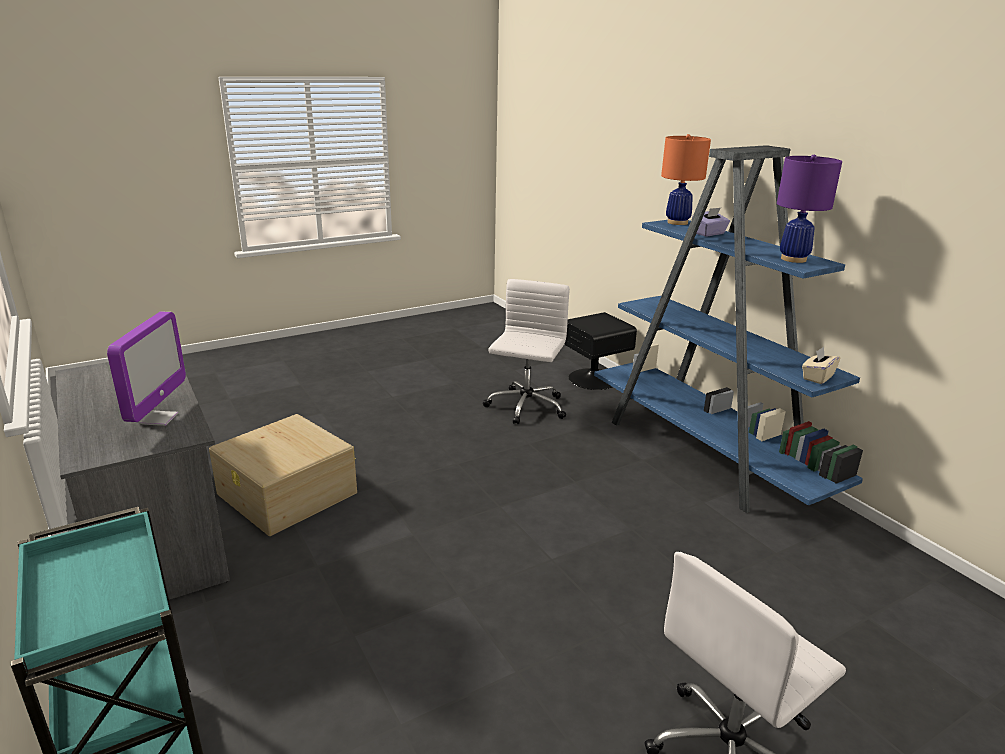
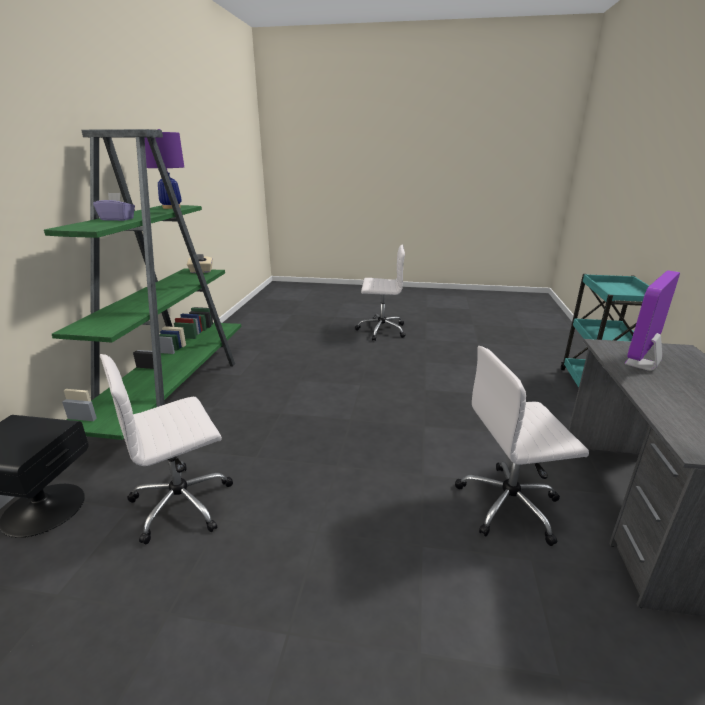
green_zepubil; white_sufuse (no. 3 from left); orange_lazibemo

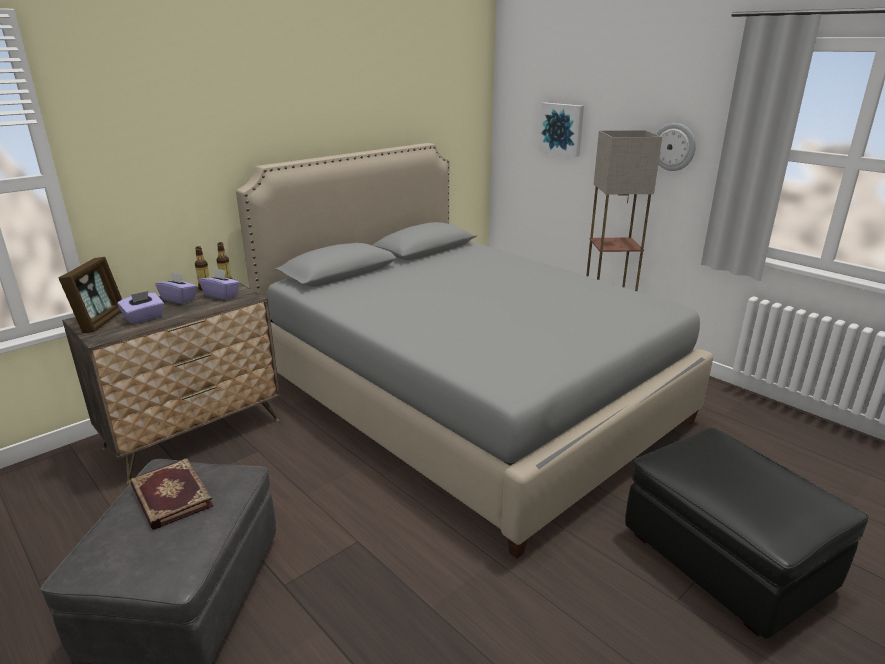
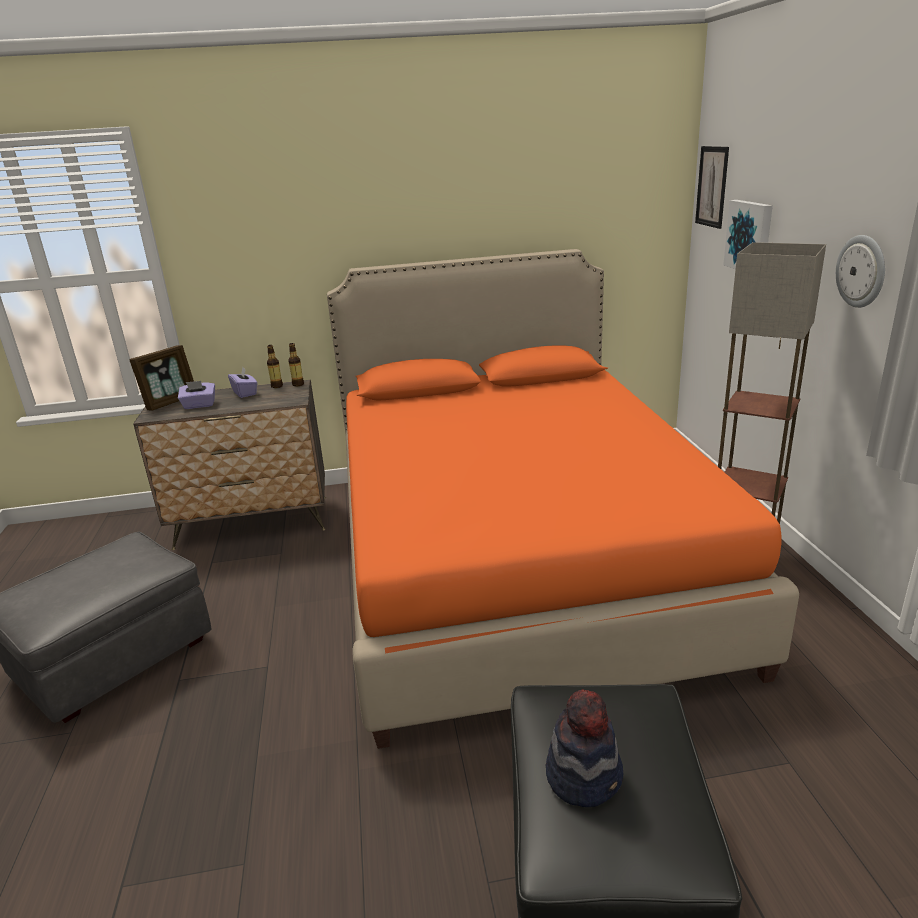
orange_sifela; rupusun; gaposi (no. 1 from left); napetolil; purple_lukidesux (no. 3 from left in the first image)

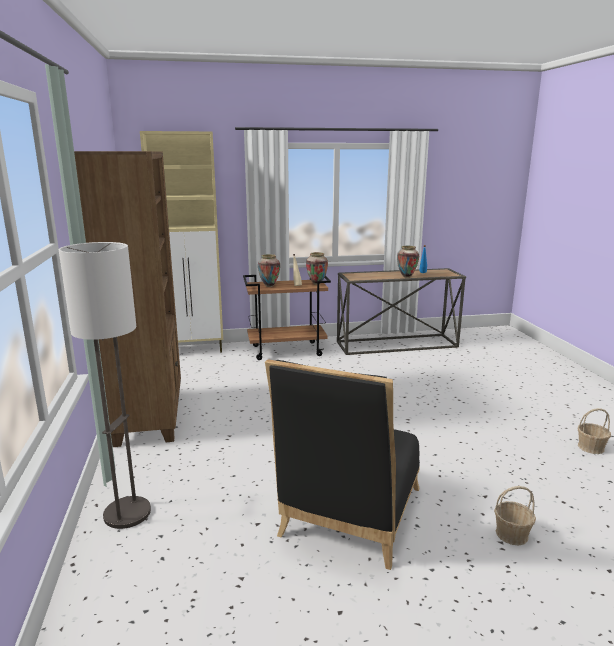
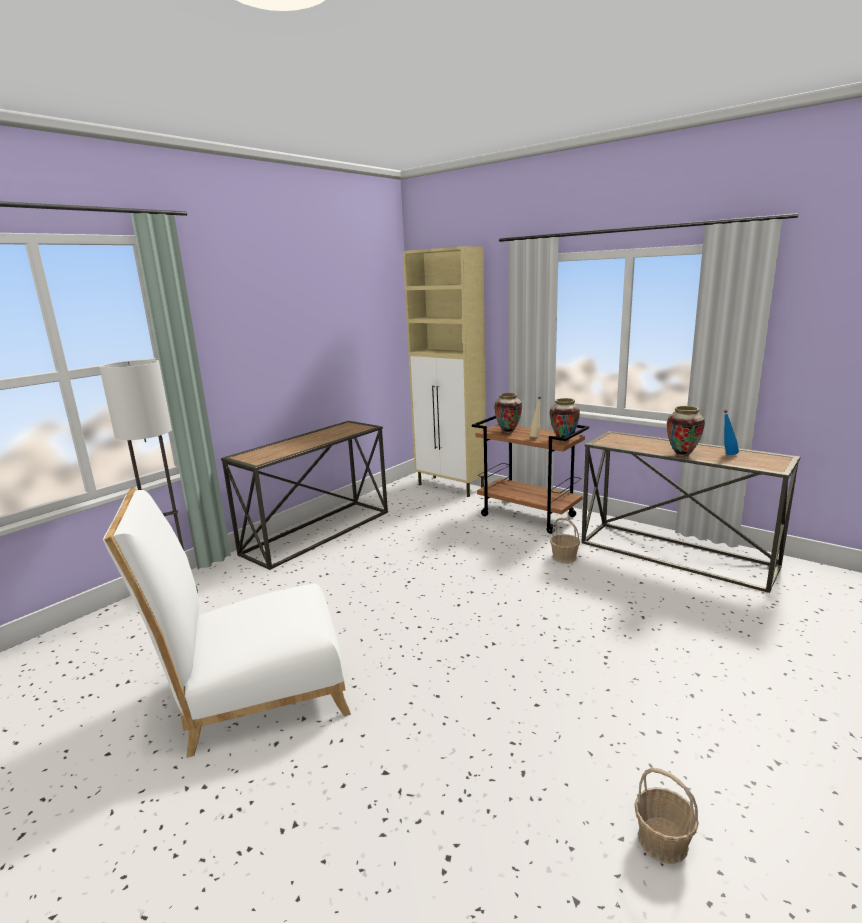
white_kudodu; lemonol (no. 1 from left); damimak (no. 1 from left)

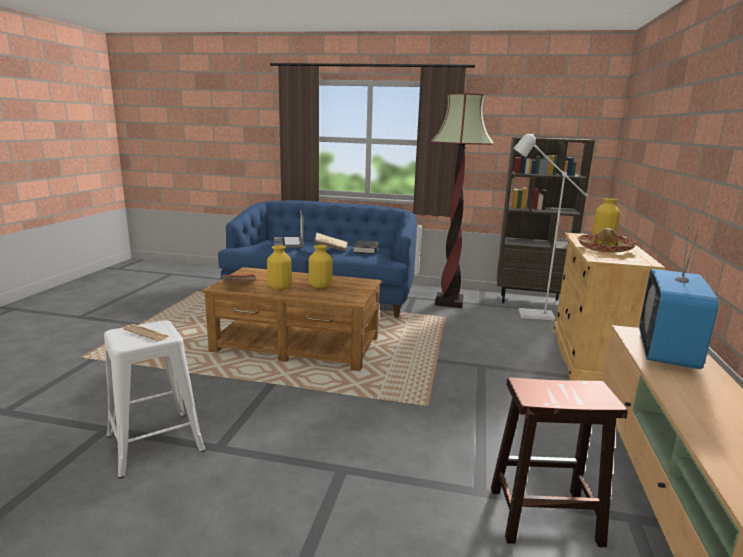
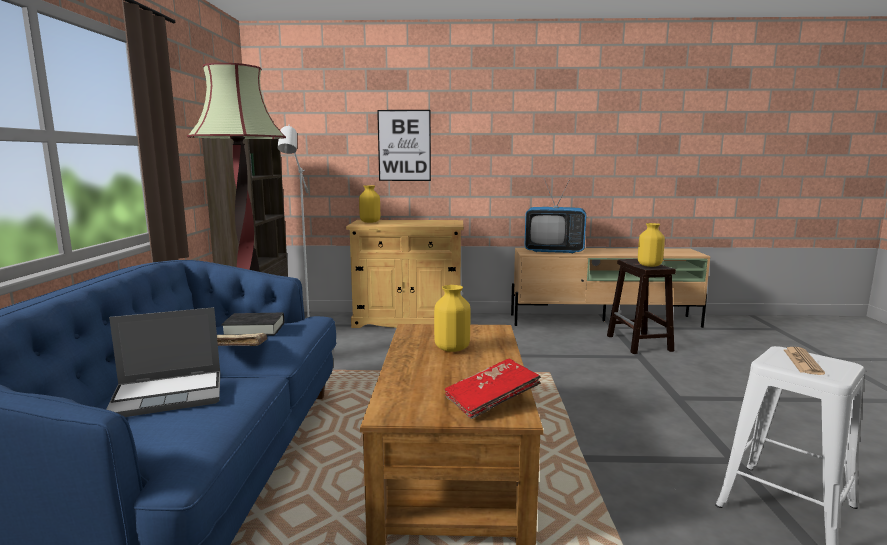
gaposi; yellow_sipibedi (no. 3 from left); rupusun

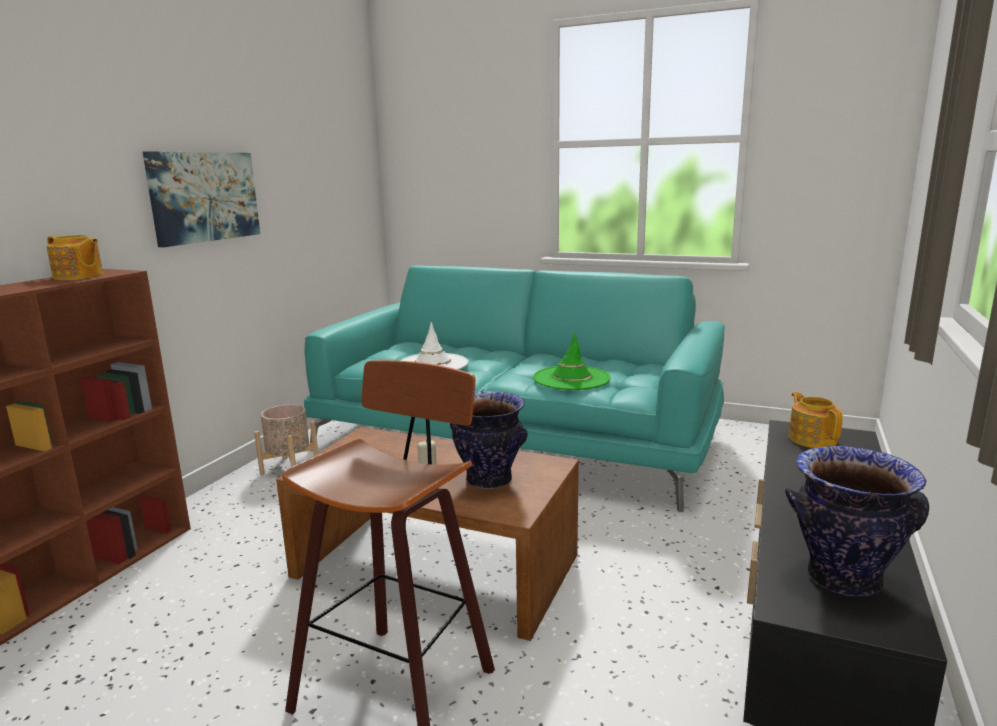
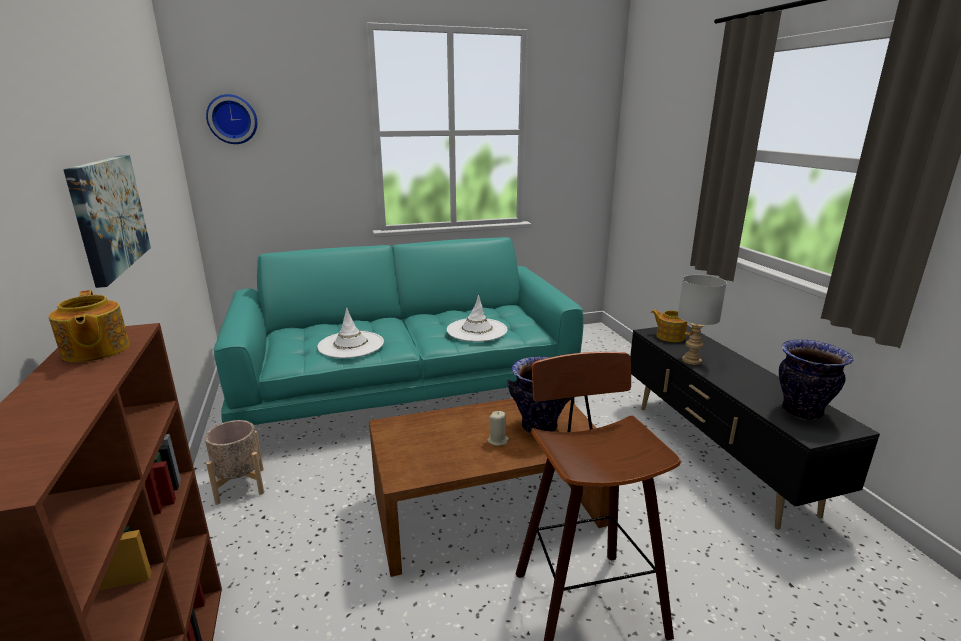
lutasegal (no. 1 from left); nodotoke; white_rupusun (no. 2 from left); grey_lazibemo

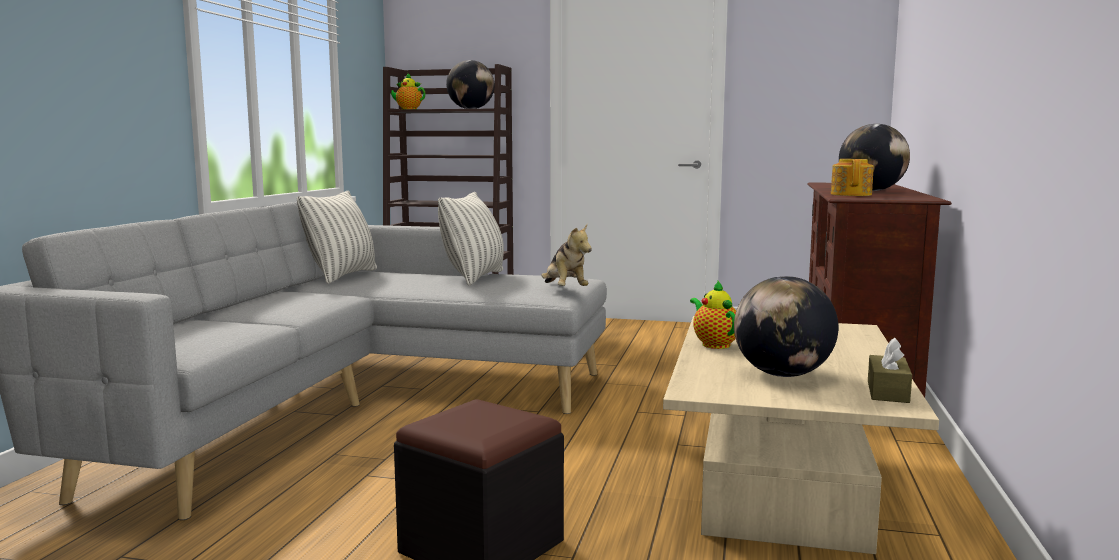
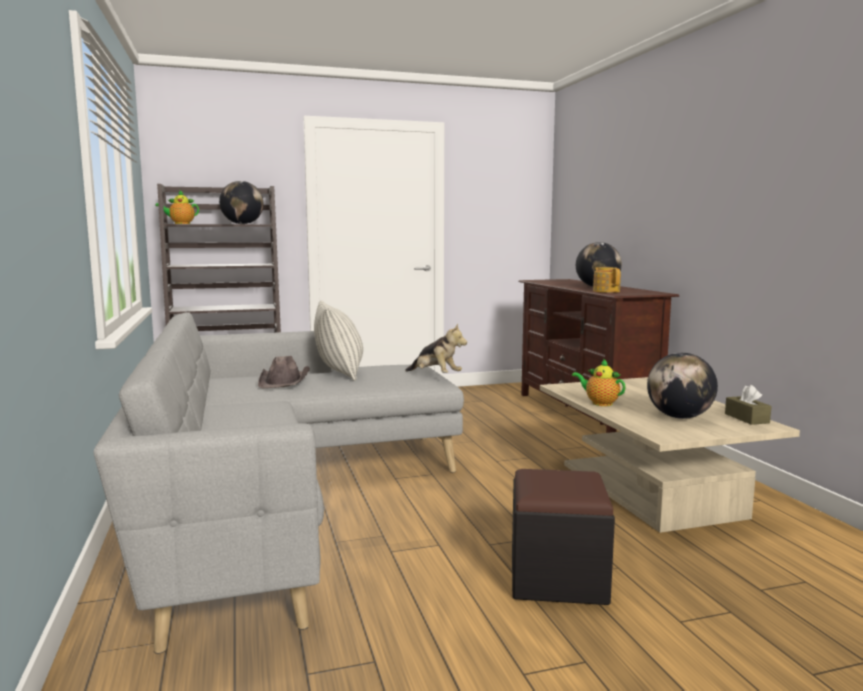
brown_rupusun; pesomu (no. 1 from left in the first image)

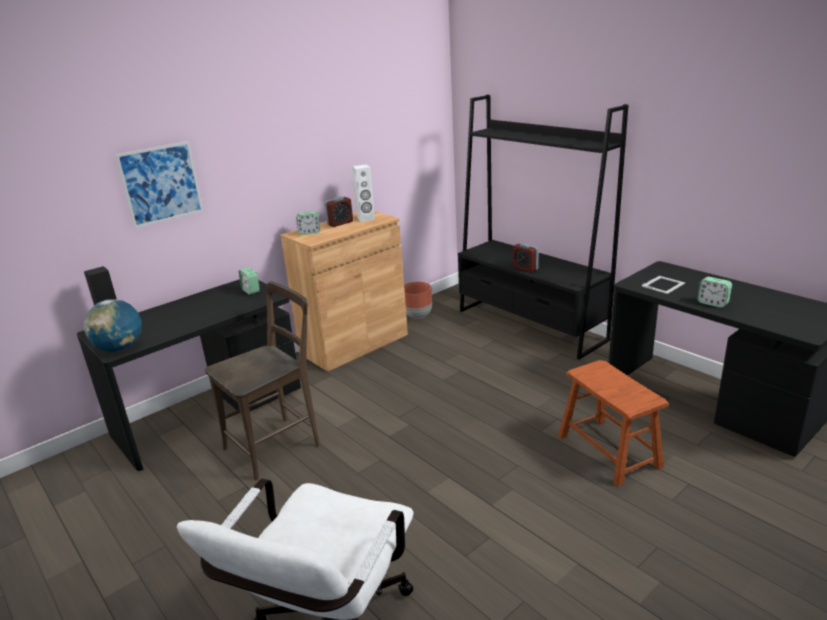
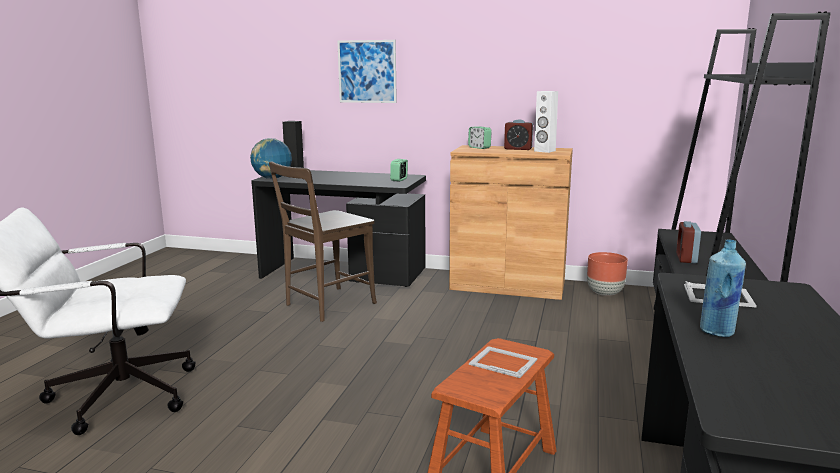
brown_kudodu; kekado (no. 1 from left); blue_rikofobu

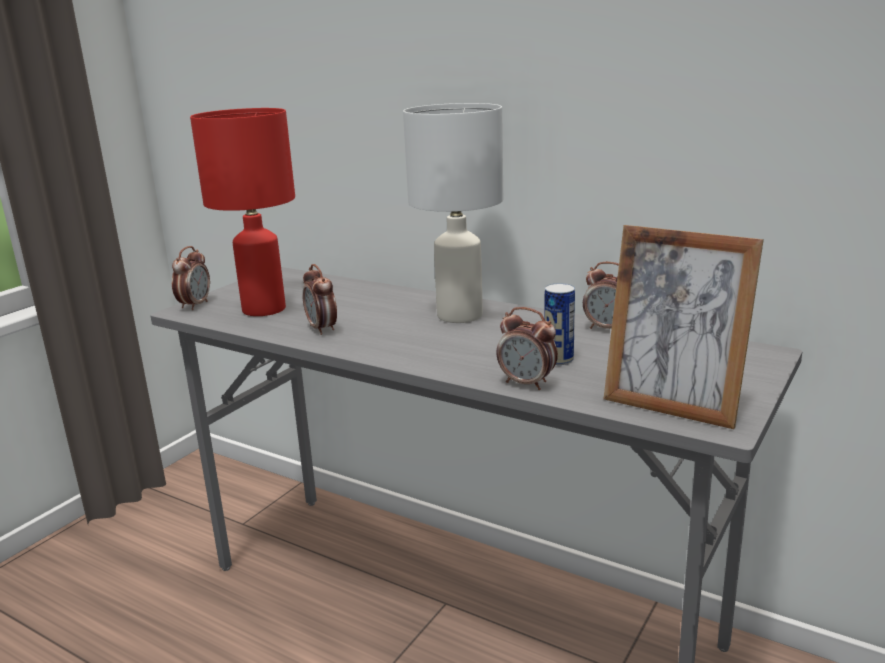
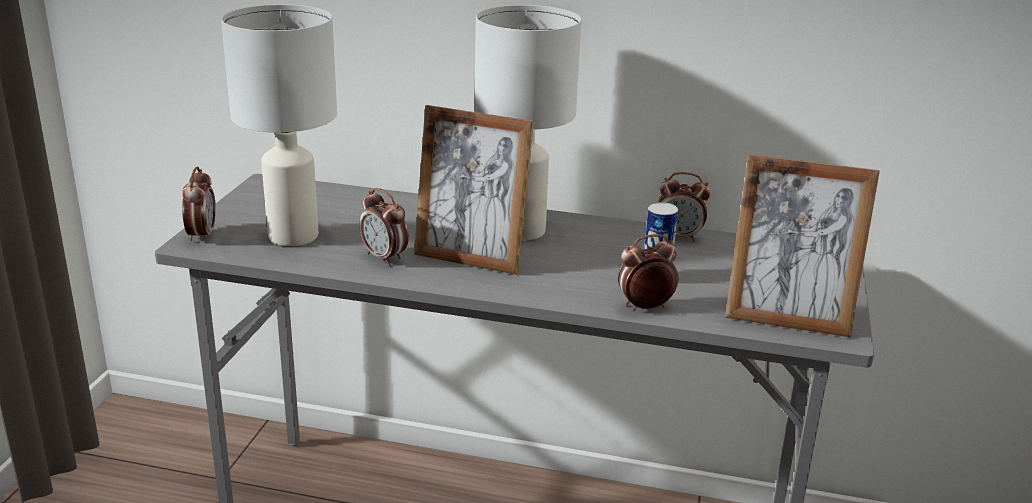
white_lazibemo (no. 1 from left); kekado (no. 1 from left); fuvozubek (no. 3 from left)

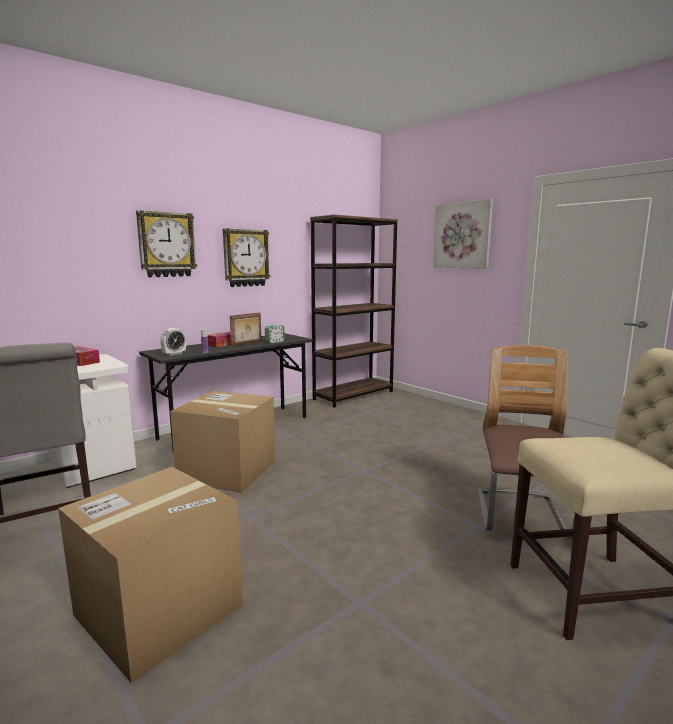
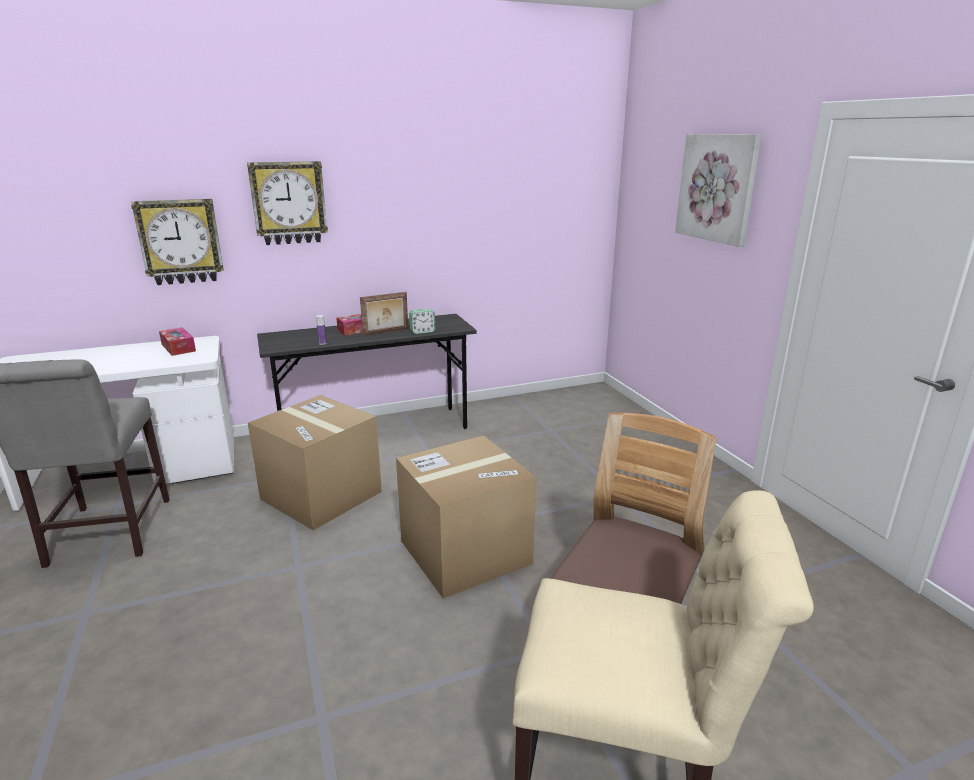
nodotoke (no. 1 from left); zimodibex (no. 2 from left); fuvozubek (no. 1 from left in the first image); brown_zepubil

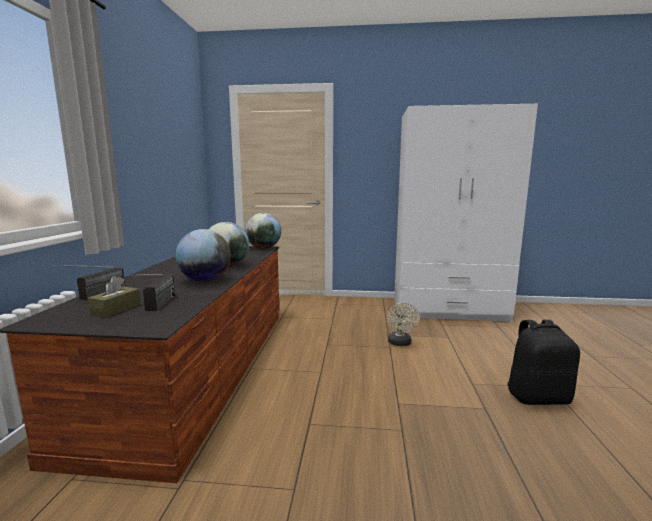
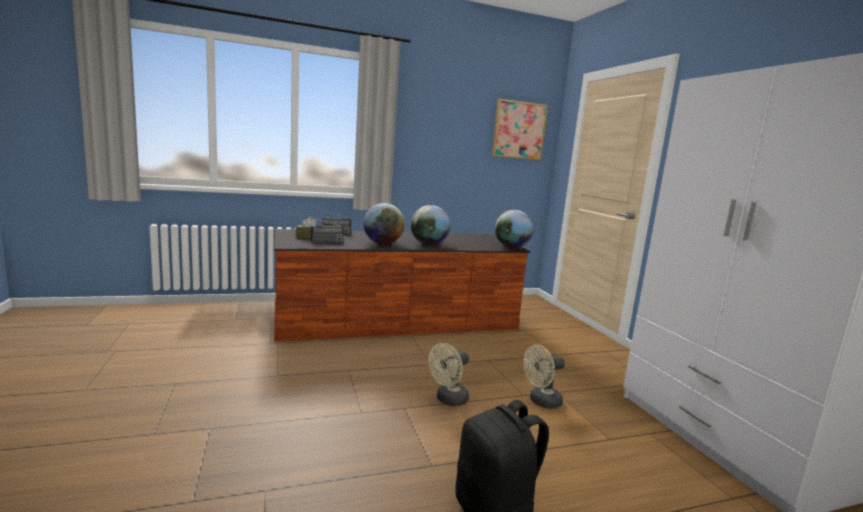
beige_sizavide (no. 1 from left); gaposi

